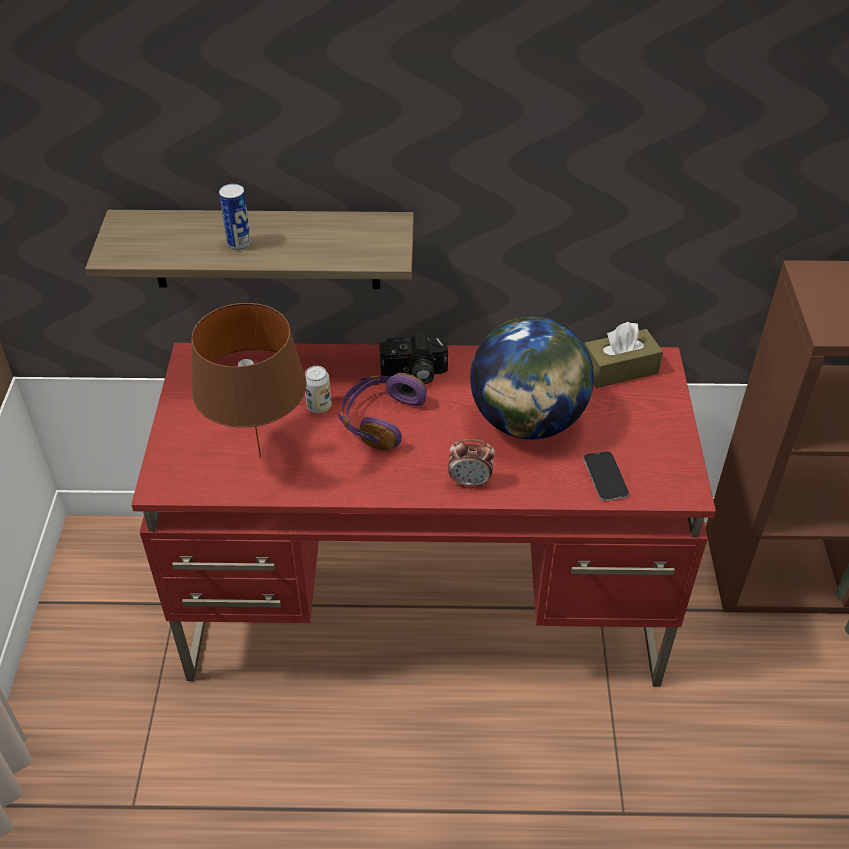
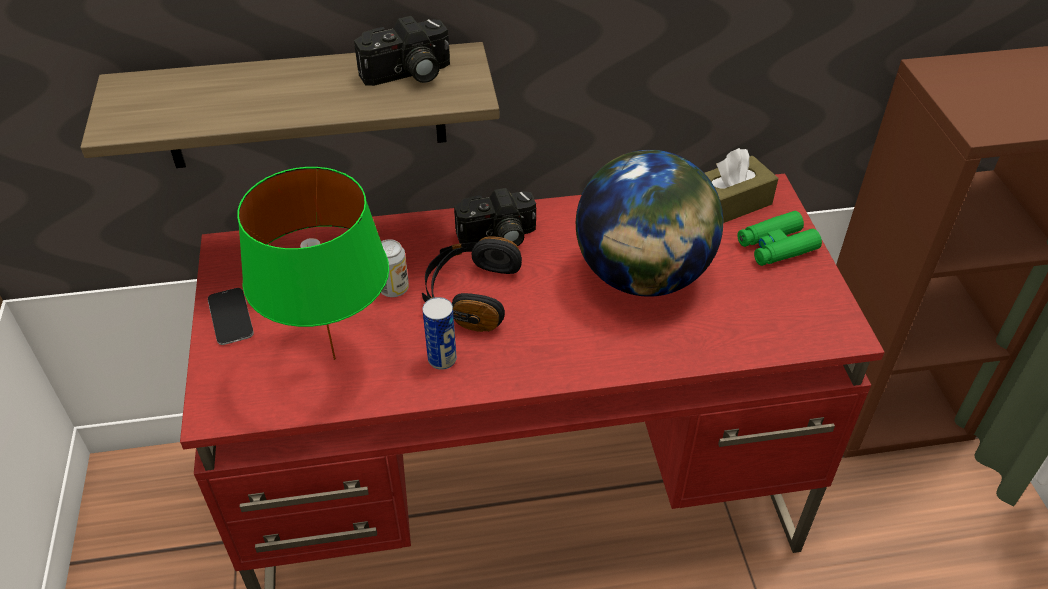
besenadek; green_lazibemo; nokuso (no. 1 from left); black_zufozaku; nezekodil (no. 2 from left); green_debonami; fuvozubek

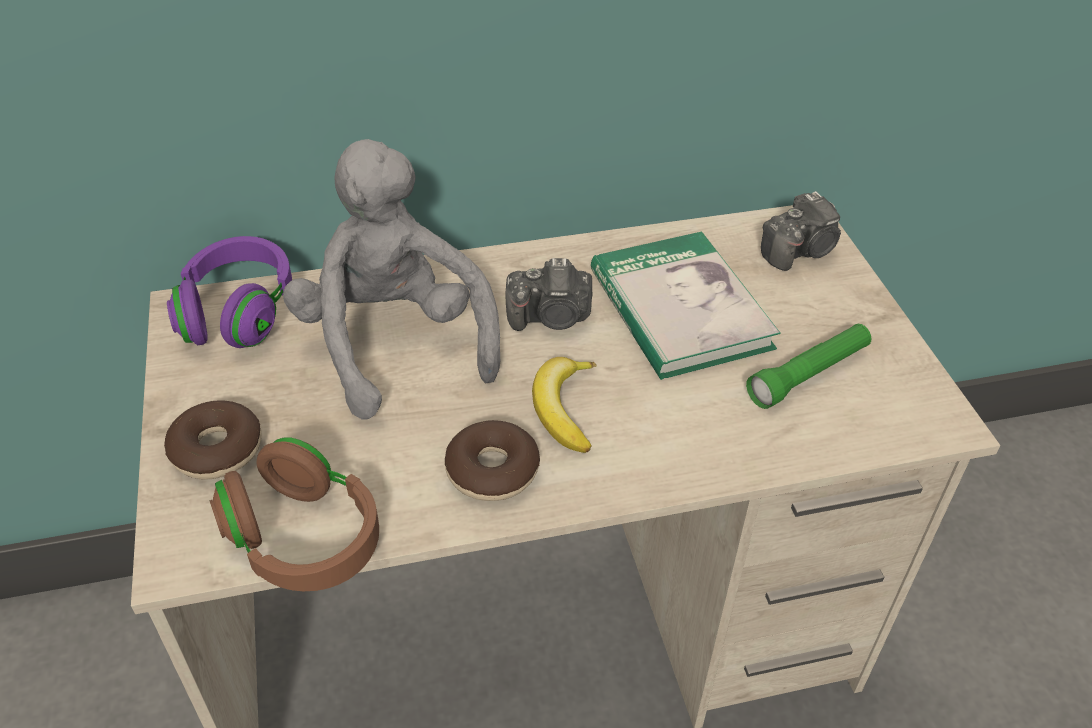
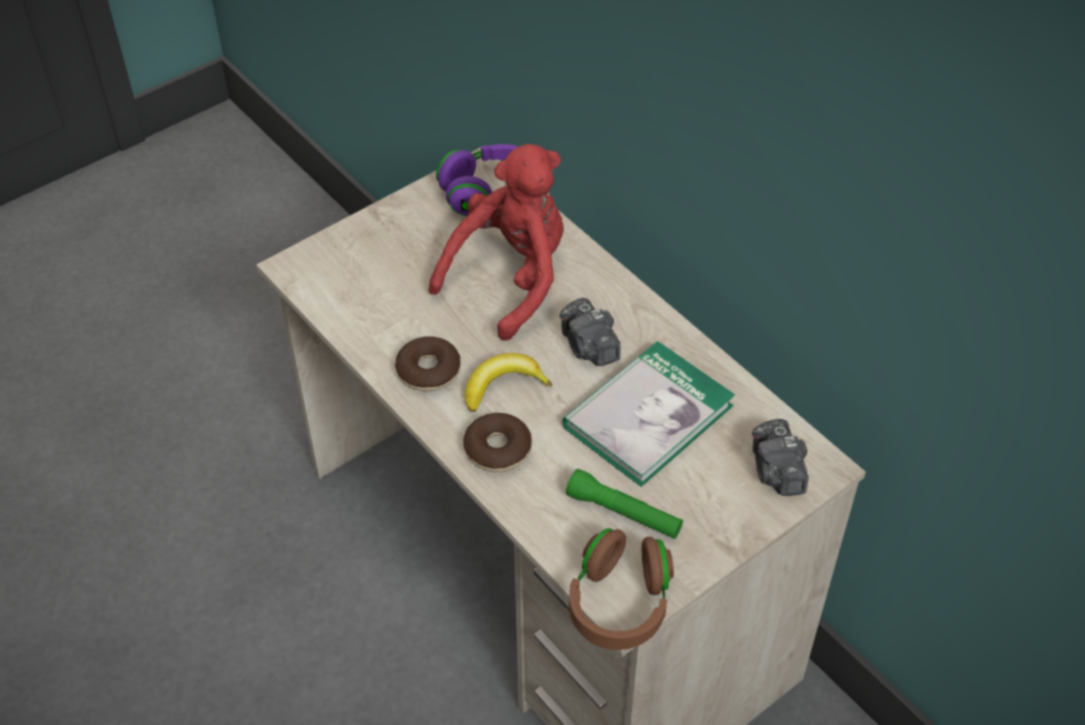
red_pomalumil; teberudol (no. 2 from left); brown_zufozaku; nokuso (no. 2 from left)

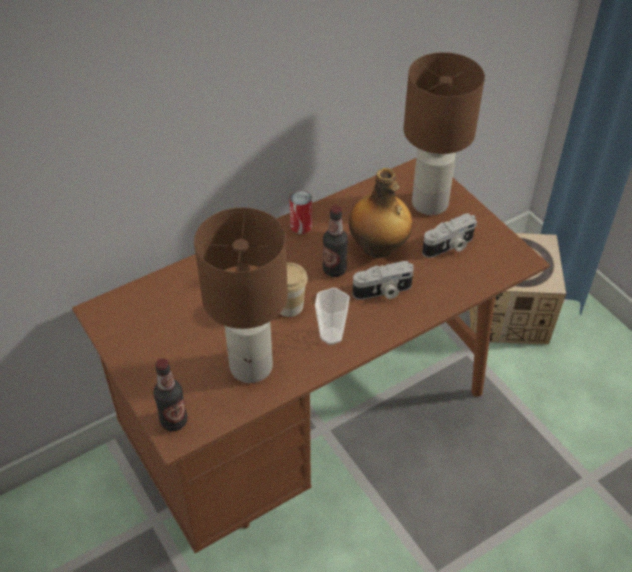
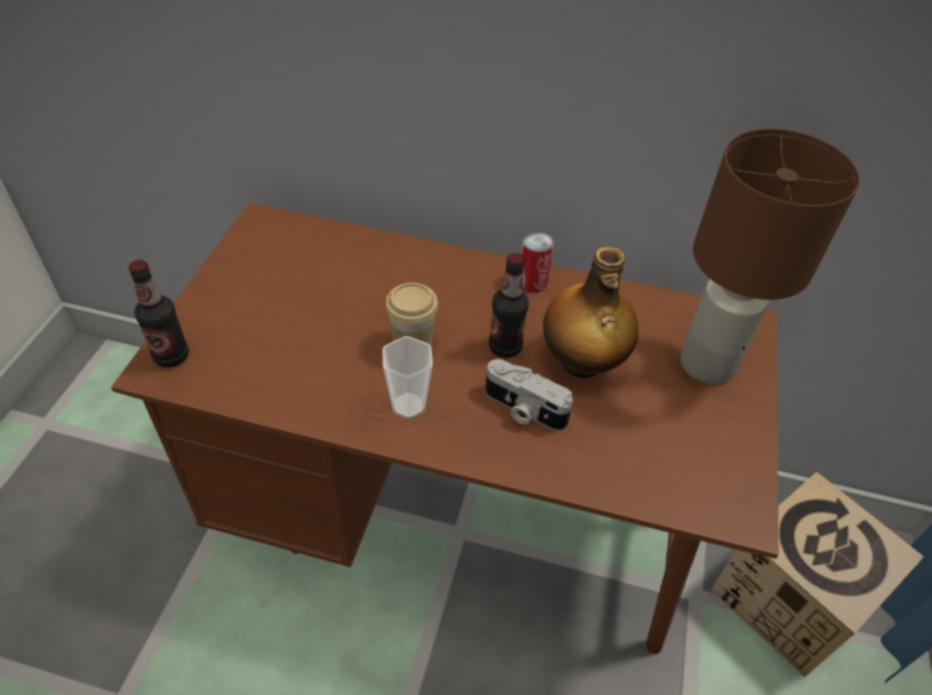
brown_lazibemo (no. 1 from left in the first image); nokuso (no. 2 from left in the first image)

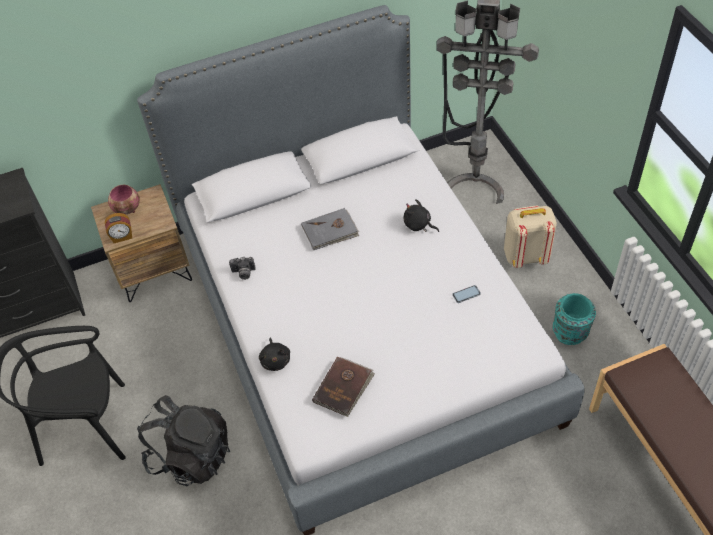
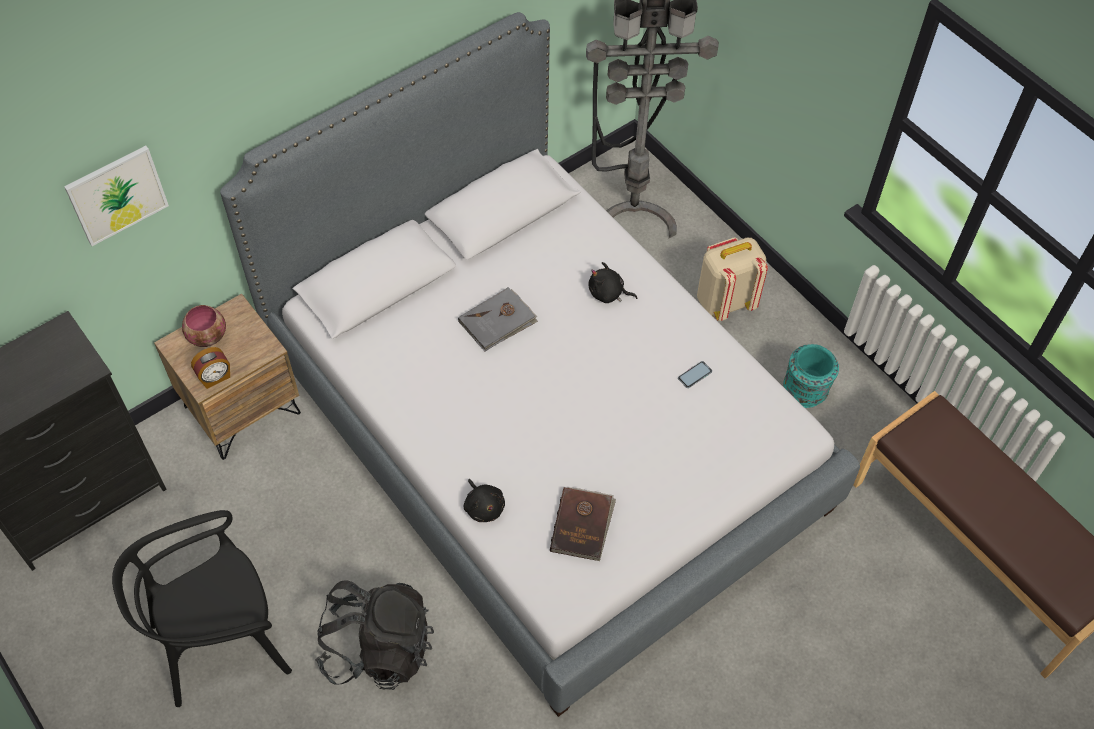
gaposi; nokuso

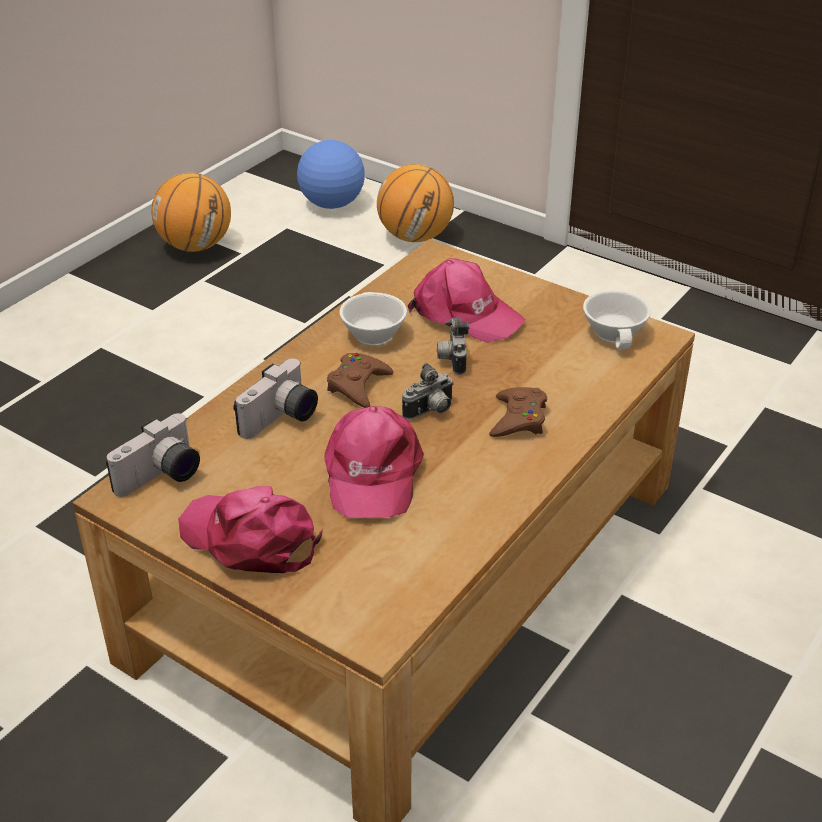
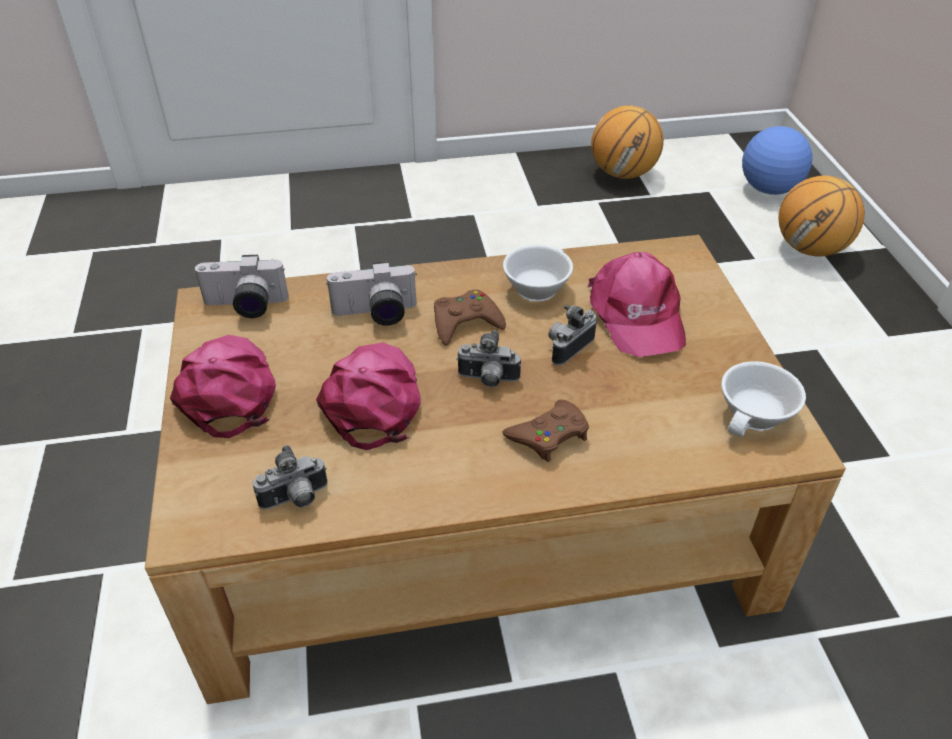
nokuso (no. 2 from left); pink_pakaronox (no. 2 from left)

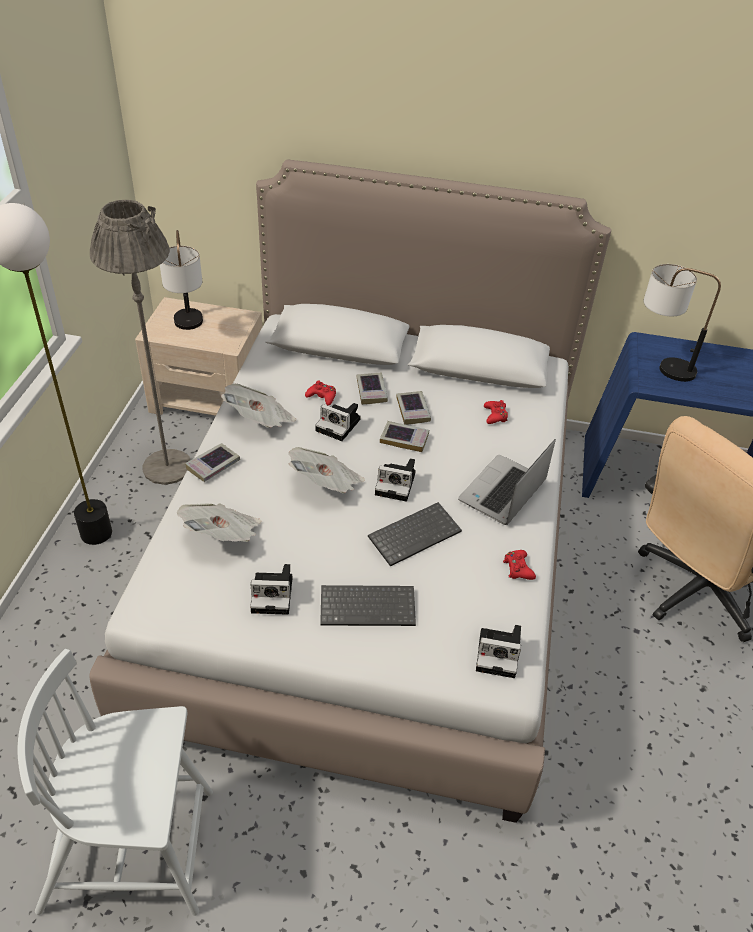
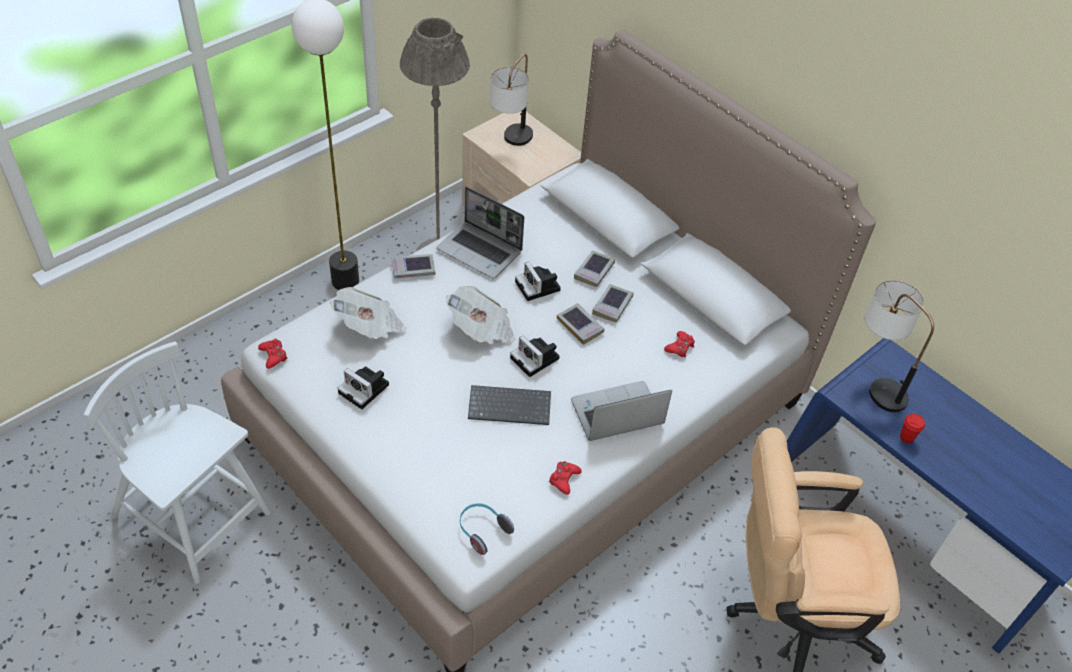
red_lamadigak (no. 1 from left); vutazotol (no. 1 from left); zufozaku; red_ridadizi; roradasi (no. 1 from left in the first image)

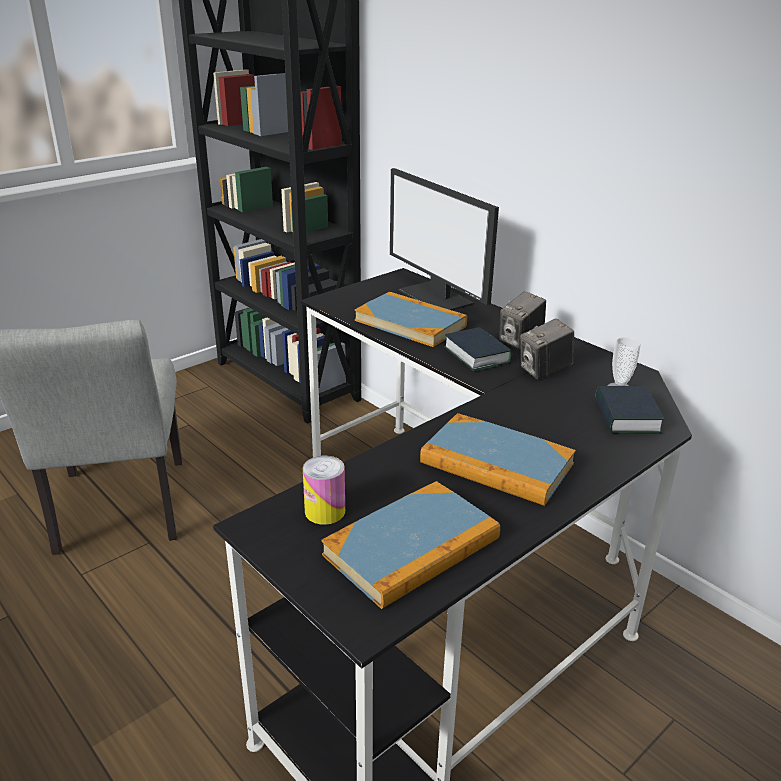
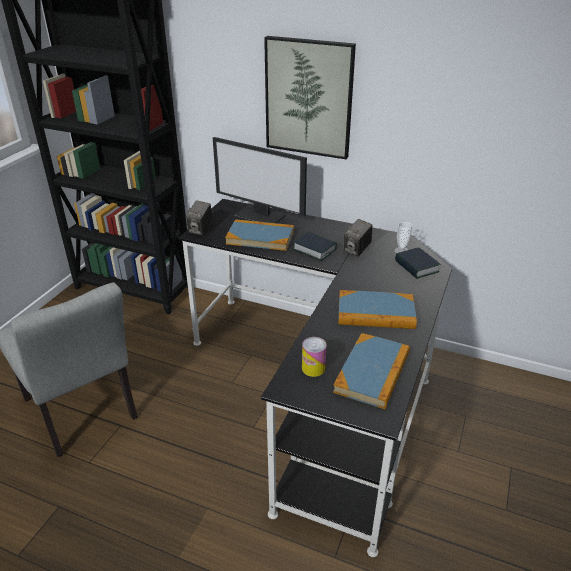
nokuso (no. 1 from left); gaposi

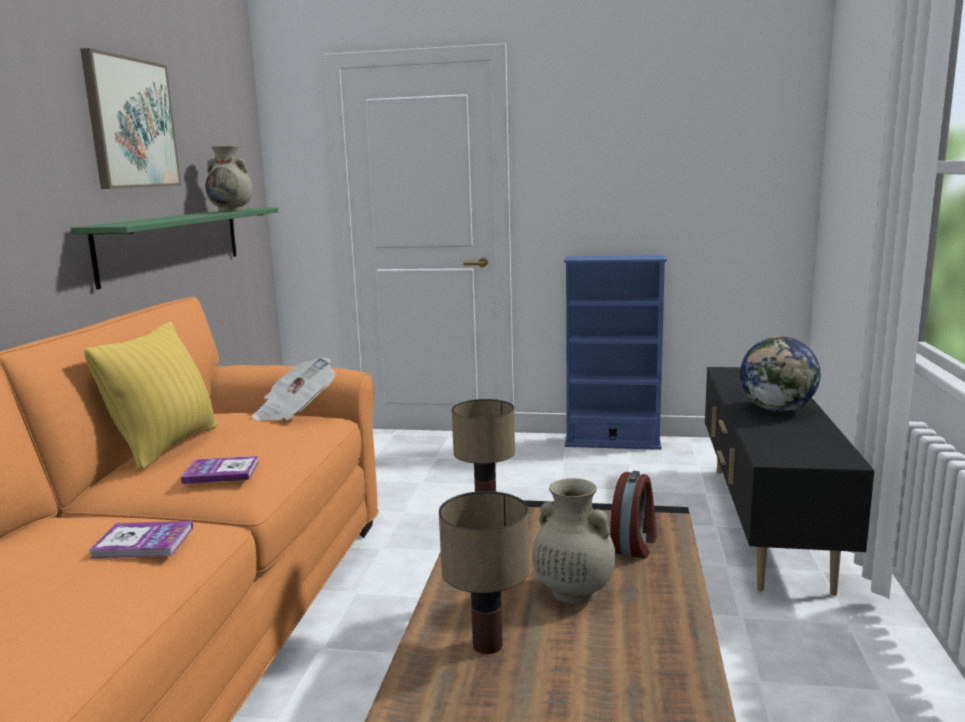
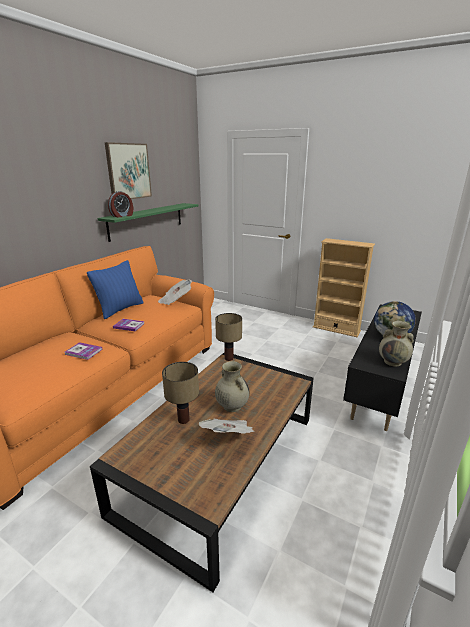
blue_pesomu; fuvozubek; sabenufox (no. 2 from left); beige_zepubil; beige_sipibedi (no. 2 from left)

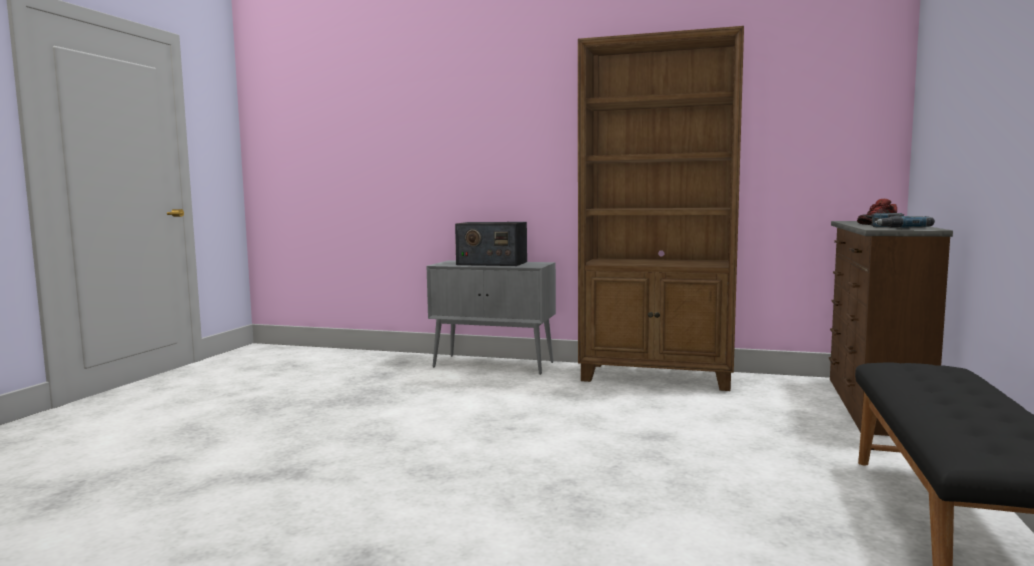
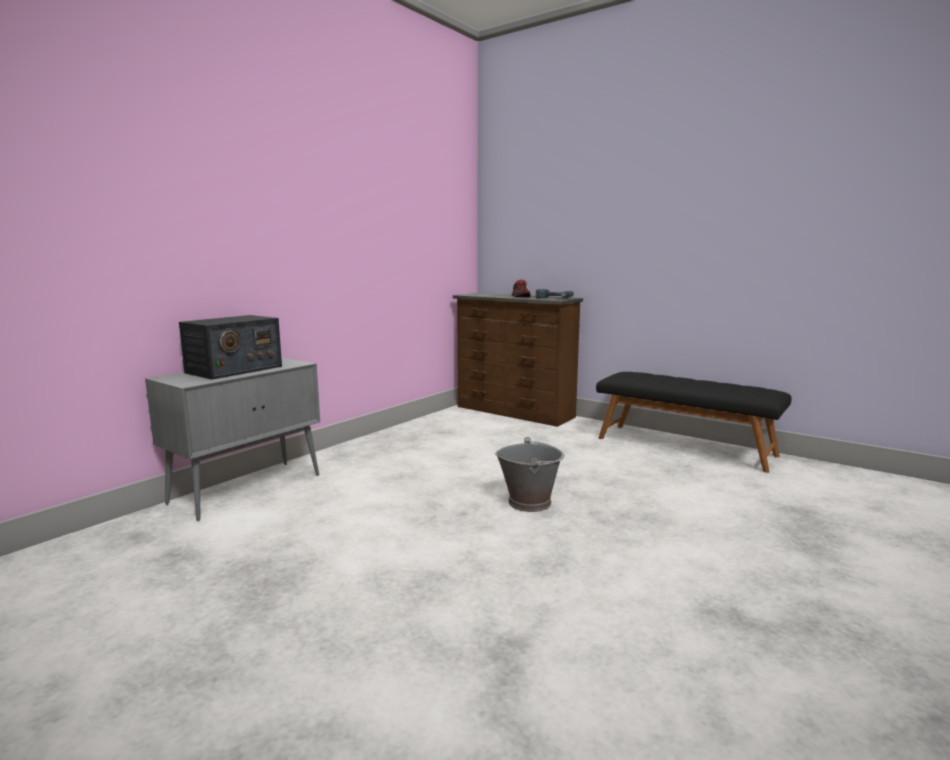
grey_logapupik; brown_zepubil

